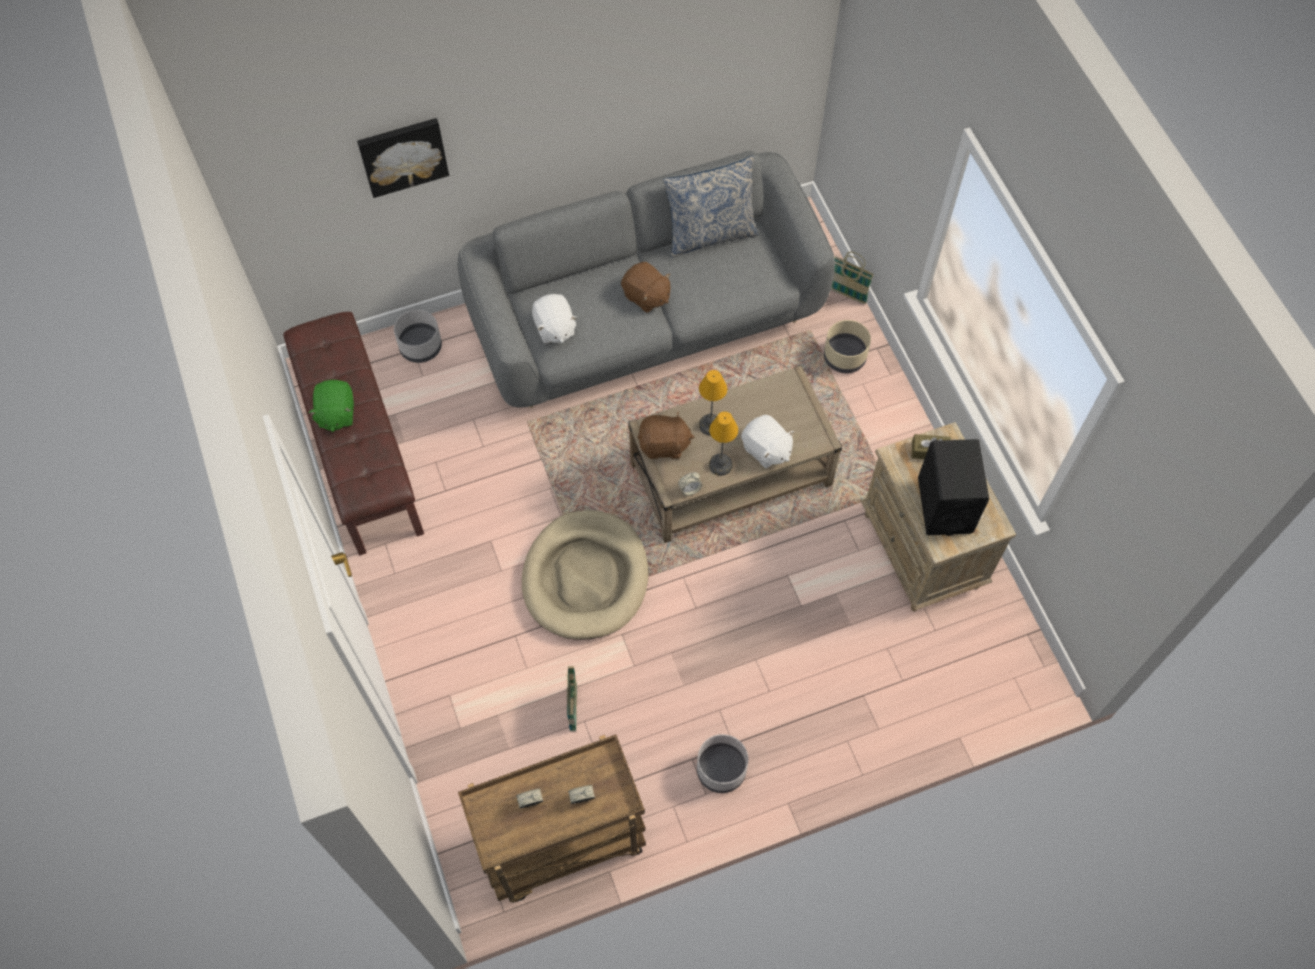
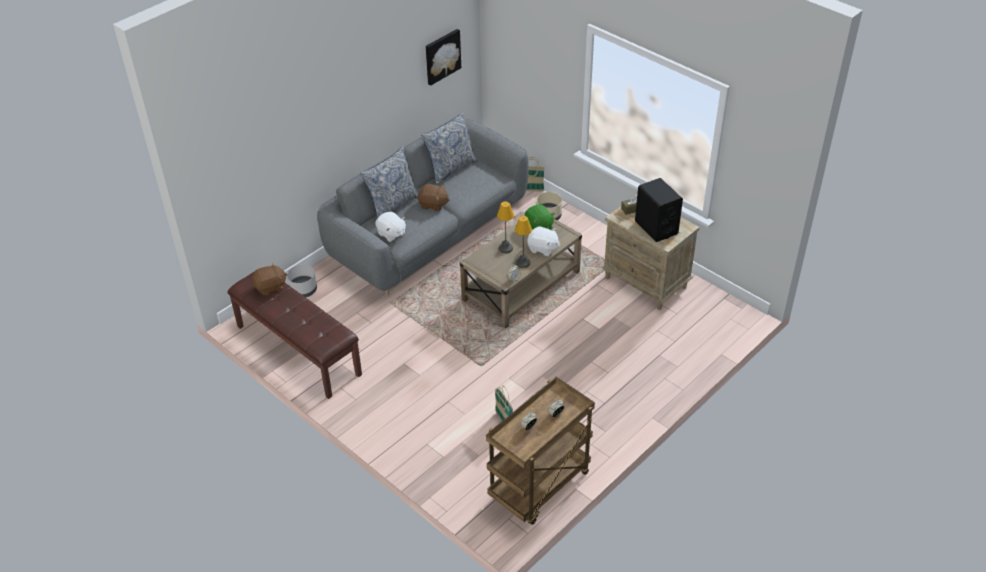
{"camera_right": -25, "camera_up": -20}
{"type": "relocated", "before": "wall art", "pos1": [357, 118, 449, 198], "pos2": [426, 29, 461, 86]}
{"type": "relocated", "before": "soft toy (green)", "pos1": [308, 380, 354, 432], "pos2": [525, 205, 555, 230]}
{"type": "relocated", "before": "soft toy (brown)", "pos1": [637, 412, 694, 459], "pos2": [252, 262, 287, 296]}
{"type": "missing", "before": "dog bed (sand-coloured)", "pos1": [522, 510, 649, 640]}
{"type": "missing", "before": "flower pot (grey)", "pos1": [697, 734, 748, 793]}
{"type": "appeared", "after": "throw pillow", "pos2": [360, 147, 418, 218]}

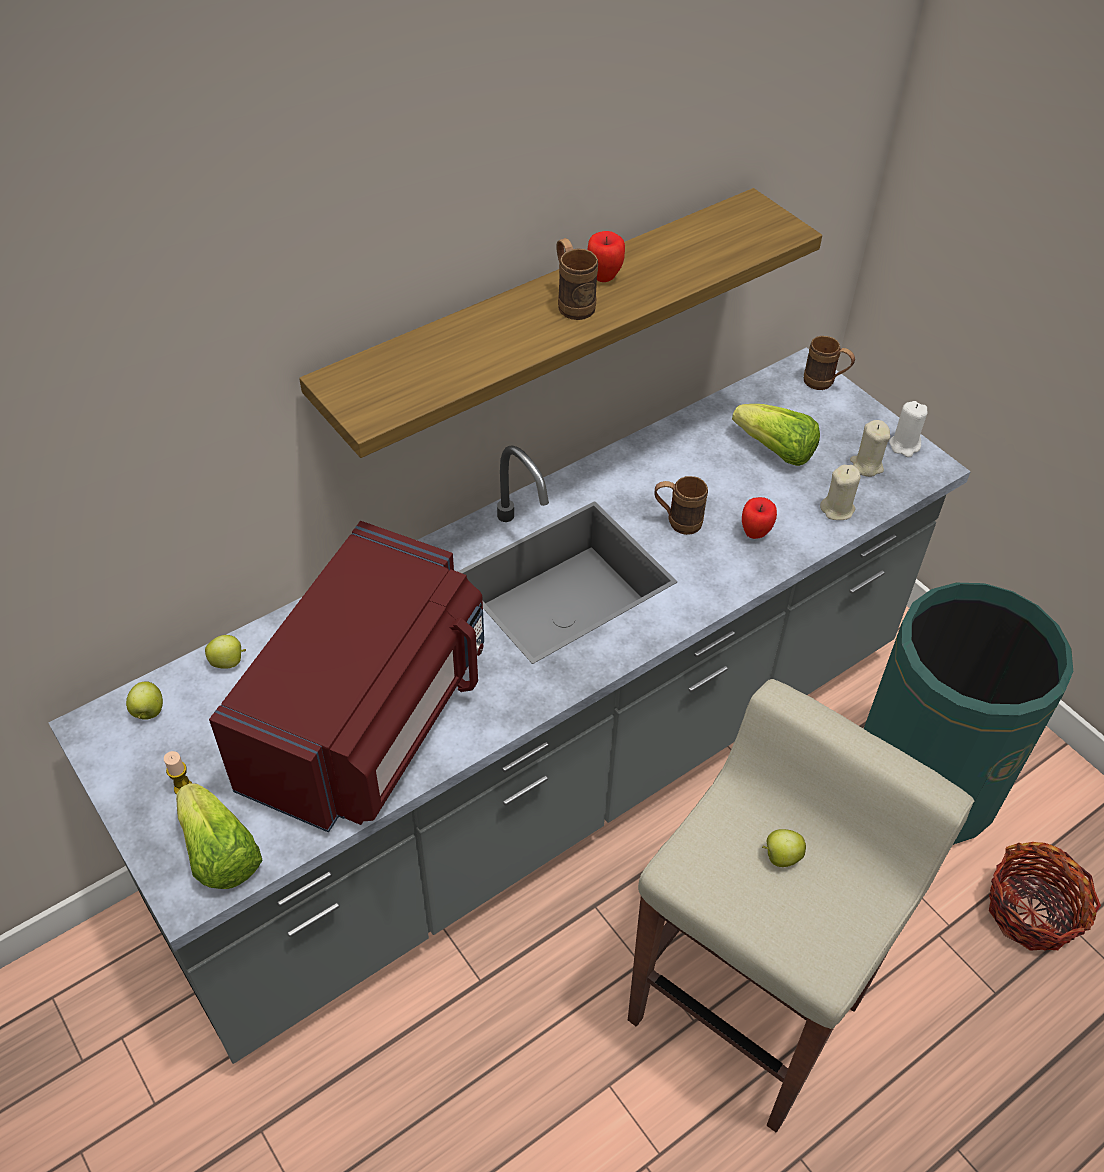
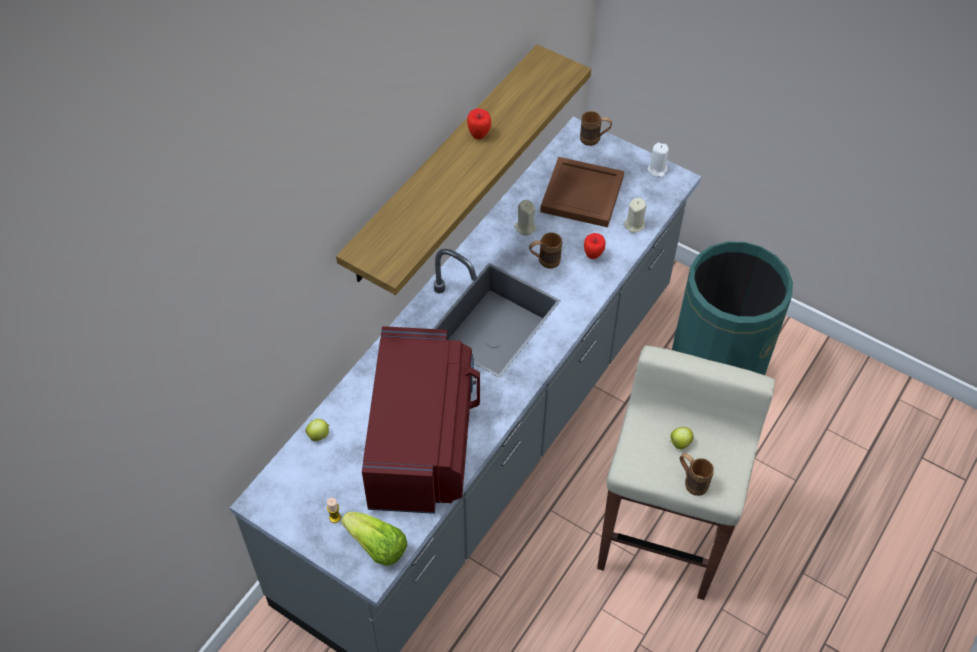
{"camera_right": -20, "camera_up": 5}
{"type": "relocated", "before": "mug (brown)", "pos1": [556, 238, 598, 320], "pos2": [680, 453, 714, 496]}
{"type": "exchanged", "before": "lettuce", "after": "serving tray (brown)", "pos1": [732, 404, 820, 466], "pos2": [540, 157, 624, 227]}
{"type": "relocated", "before": "wax candle (sand-coloured)", "pos1": [850, 420, 890, 477], "pos2": [514, 200, 537, 236]}
{"type": "missing", "before": "whole apple", "pos1": [126, 681, 163, 720]}
{"type": "missing", "before": "household basket", "pos1": [989, 842, 1101, 951]}

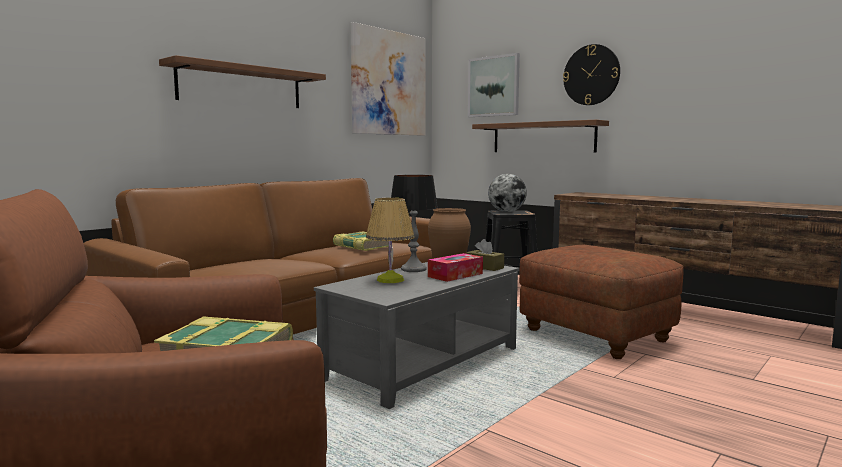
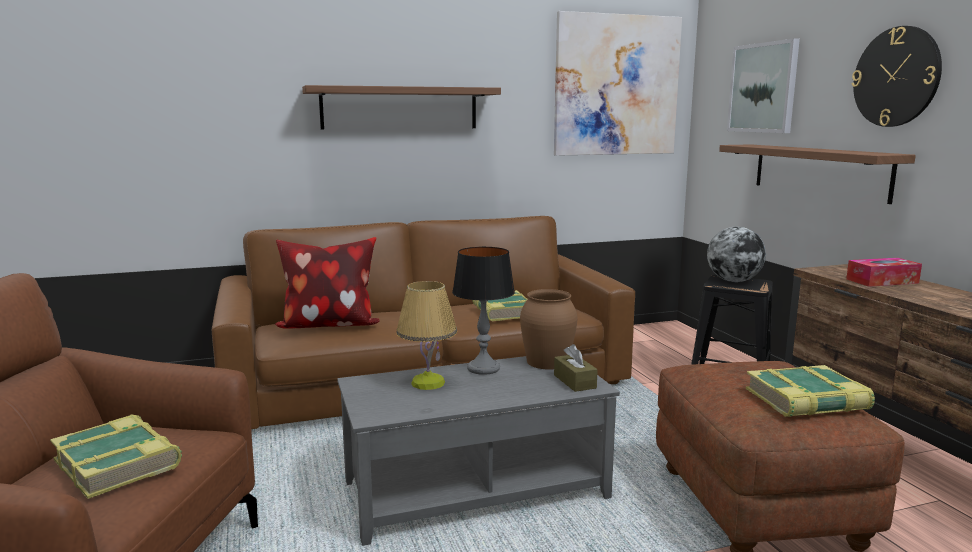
{"camera_right": 30, "camera_up": 5}
{"type": "relocated", "before": "tissue box", "pos1": [428, 253, 483, 282], "pos2": [846, 258, 922, 287]}
{"type": "appeared", "after": "throw pillow", "pos2": [274, 237, 380, 329]}
{"type": "appeared", "after": "book", "pos2": [745, 365, 875, 417]}

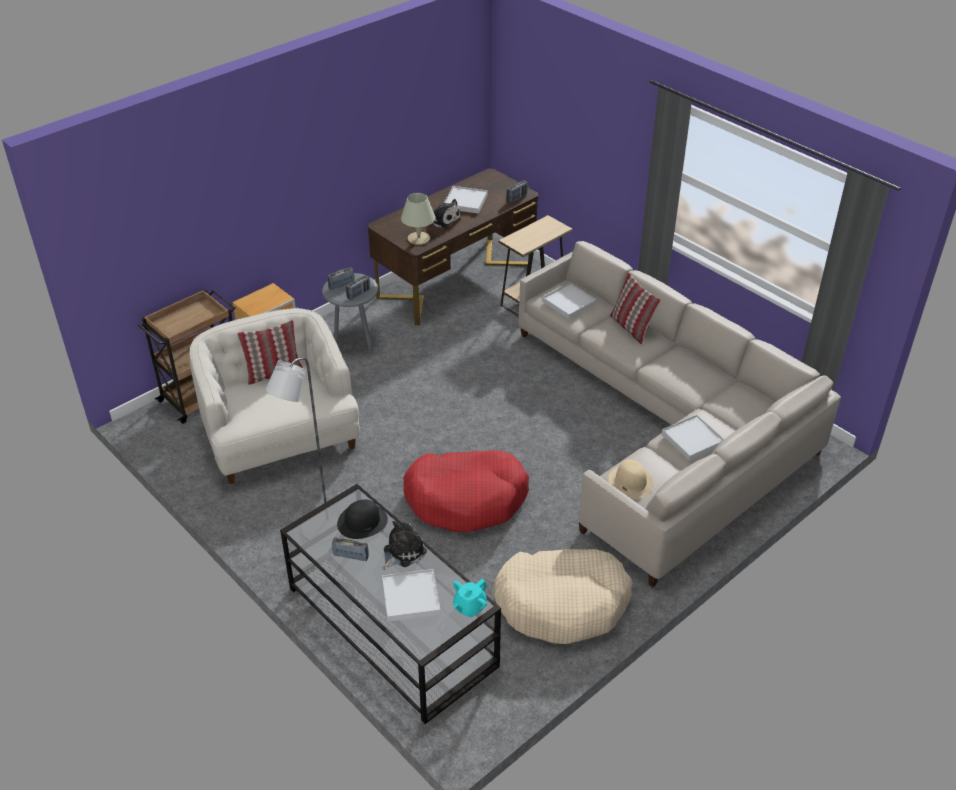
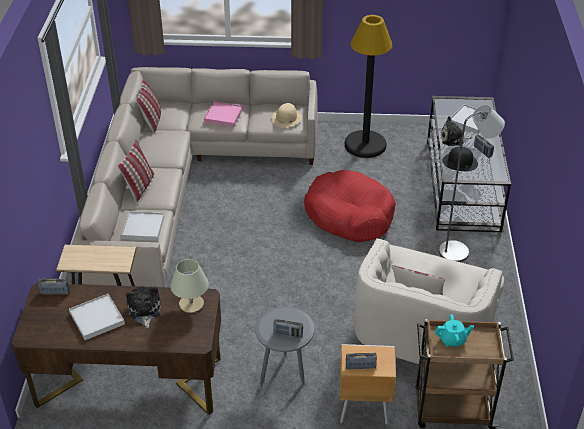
{"camera_right": -135, "camera_up": 0}
{"type": "relocated", "before": "radio set", "pos1": [346, 275, 370, 300], "pos2": [346, 353, 377, 369]}
{"type": "colour", "before": "serving tray (white-coloured)", "after": "serving tray (pink-coloured)", "pos1": [662, 415, 724, 461], "pos2": [204, 101, 243, 127]}
{"type": "exchanged", "before": "dog bed (sand-coloured)", "after": "floor lamp (black)", "pos1": [494, 549, 632, 644], "pos2": [345, 15, 392, 158]}
{"type": "relocated", "before": "tea pot (turquoise)", "pos1": [453, 579, 487, 618], "pos2": [435, 314, 474, 347]}
{"type": "appeared", "after": "throw pillow", "pos2": [136, 77, 161, 133]}

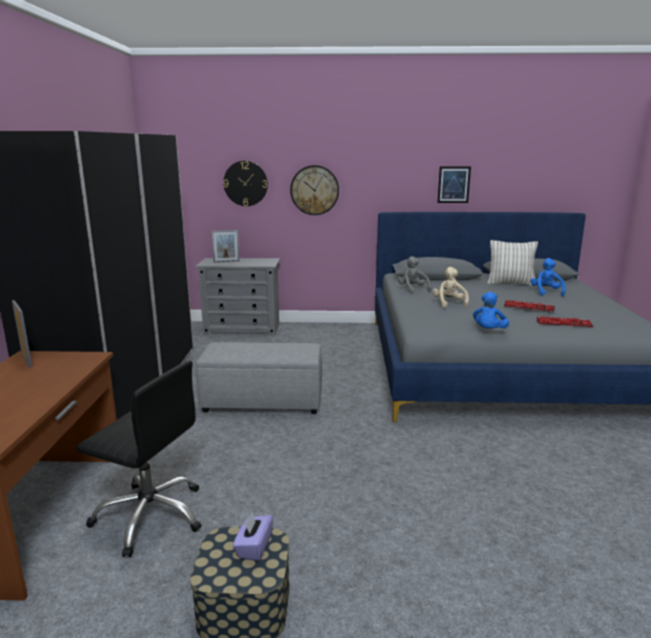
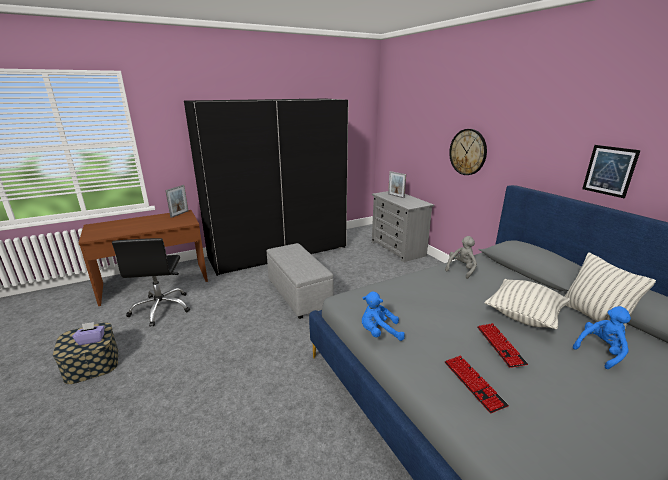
{"camera_right": 60, "camera_up": 5}
{"type": "missing", "before": "hanging clock", "pos1": [223, 161, 268, 206]}
{"type": "missing", "before": "soft toy (sand-coloured)", "pos1": [433, 267, 469, 308]}
{"type": "appeared", "after": "throw pillow", "pos2": [485, 279, 570, 329]}

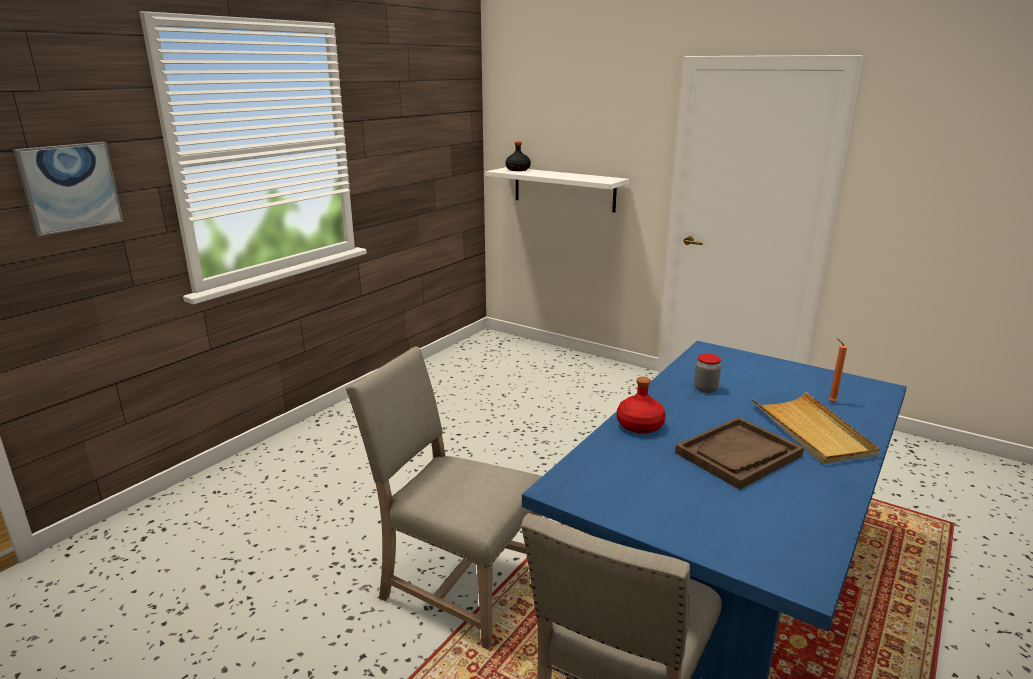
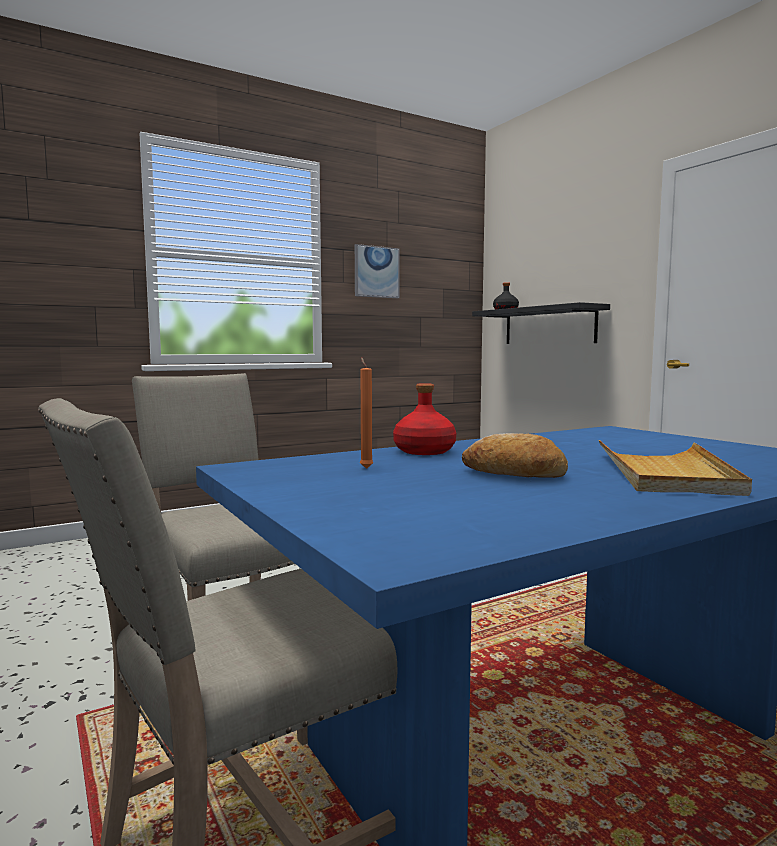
{"camera_right": 25, "camera_up": -15}
{"type": "relocated", "before": "wall art", "pos1": [13, 142, 123, 236], "pos2": [355, 244, 399, 298]}
{"type": "colour", "before": "shelf (white-coloured)", "after": "shelf (black)", "pos1": [485, 167, 629, 212], "pos2": [472, 302, 610, 344]}
{"type": "relocated", "before": "wax candle (orangey)", "pos1": [829, 338, 847, 402], "pos2": [360, 357, 373, 469]}
{"type": "missing", "before": "storage jar", "pos1": [694, 354, 721, 393]}
{"type": "exchanged", "before": "serving tray (brown)", "after": "baked bread", "pos1": [675, 417, 804, 490], "pos2": [462, 433, 568, 478]}

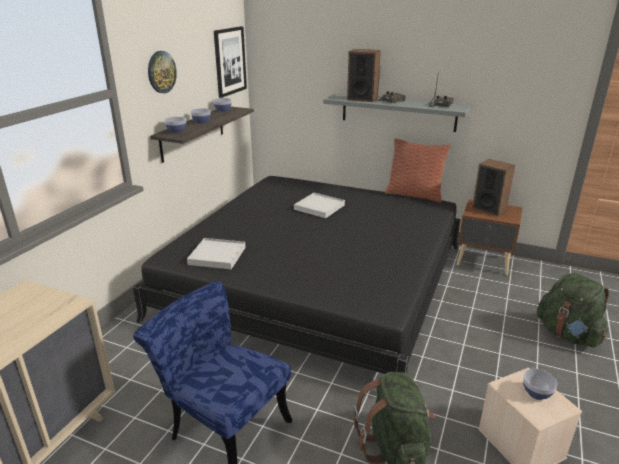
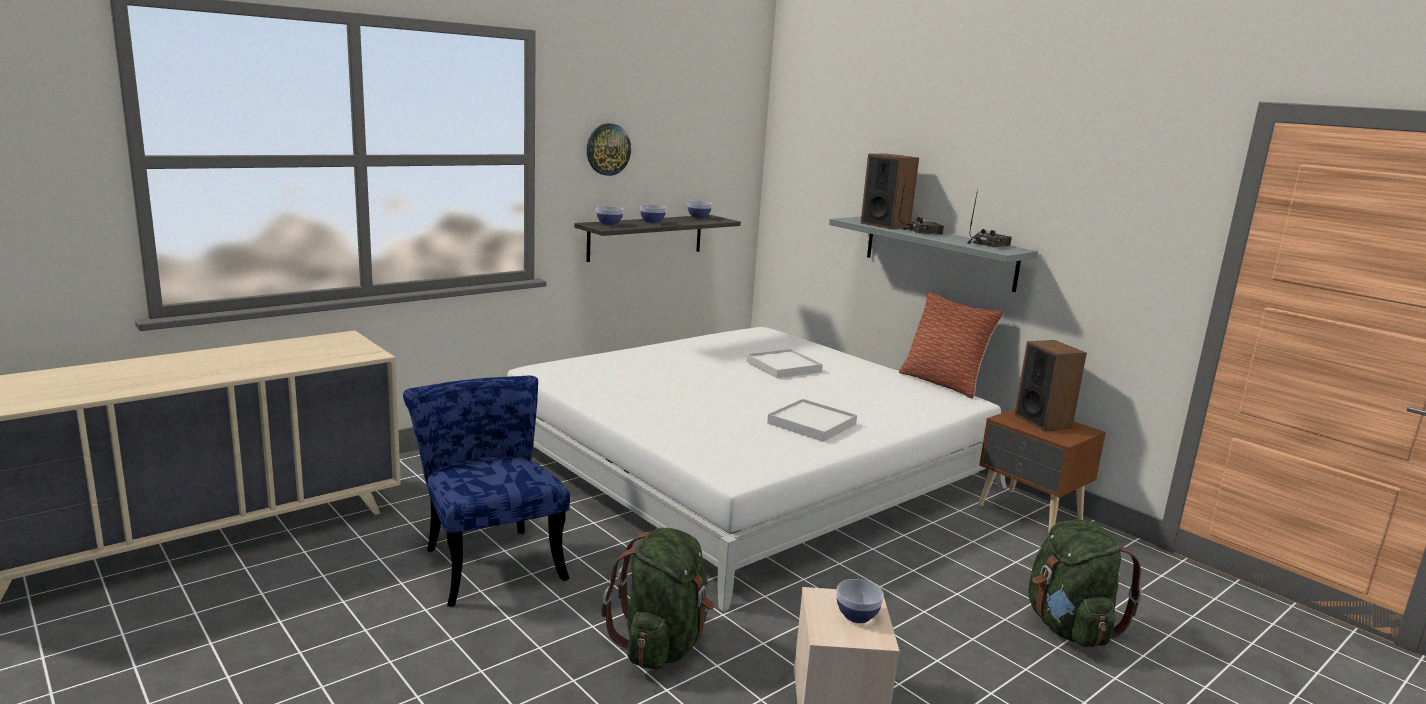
{"camera_right": 25, "camera_up": -10}
{"type": "missing", "before": "wall art", "pos1": [214, 26, 247, 98]}
{"type": "colour", "before": "bed (black)", "after": "bed (white-coloured)", "pos1": [133, 176, 461, 374], "pos2": [507, 327, 1006, 612]}
{"type": "relocated", "before": "serving tray (white-coloured)", "pos1": [187, 238, 246, 269], "pos2": [767, 399, 857, 442]}

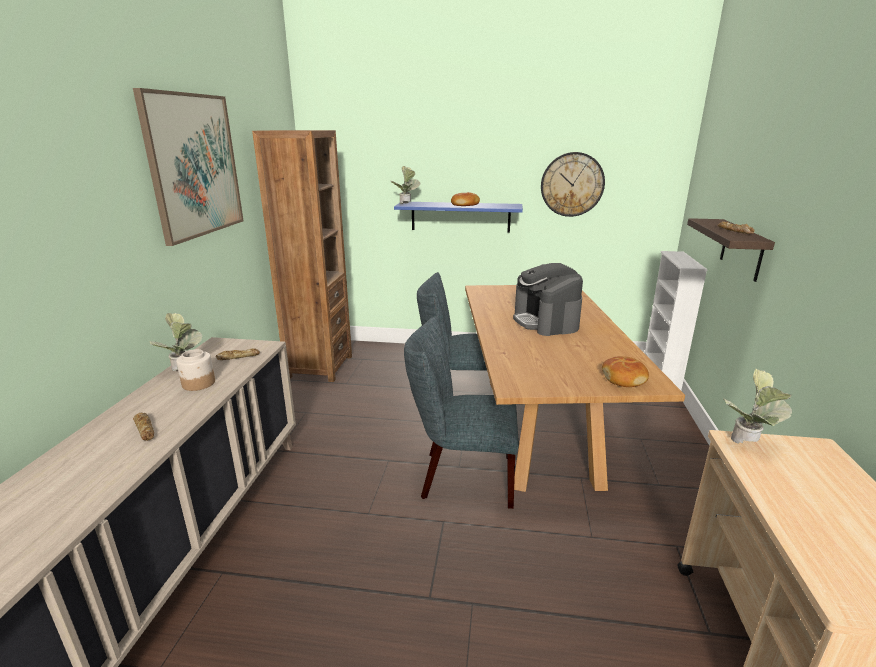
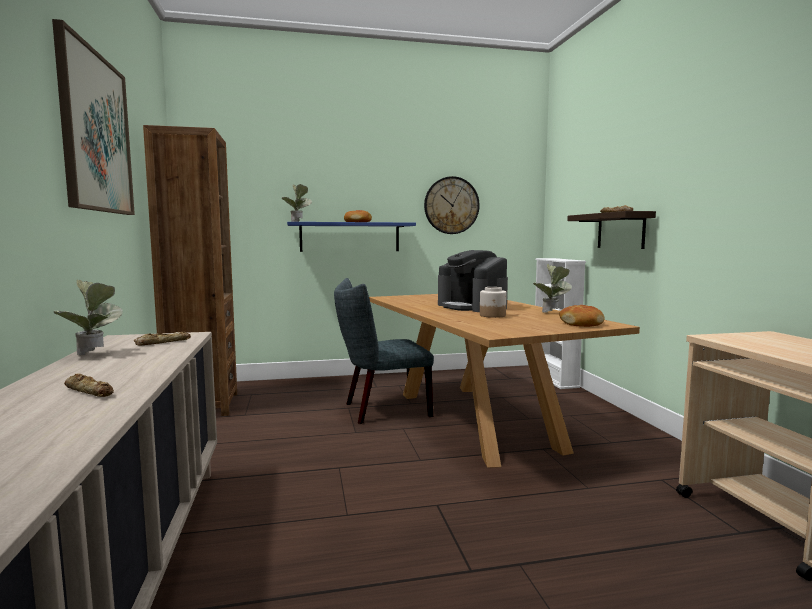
{"camera_right": -20, "camera_up": -15}
{"type": "missing", "before": "plain chair (grey)", "pos1": [404, 316, 519, 509]}
{"type": "relocated", "before": "storage jar", "pos1": [176, 349, 215, 391], "pos2": [480, 287, 507, 318]}
{"type": "relocated", "before": "houseplant", "pos1": [723, 369, 792, 444], "pos2": [533, 264, 572, 313]}

